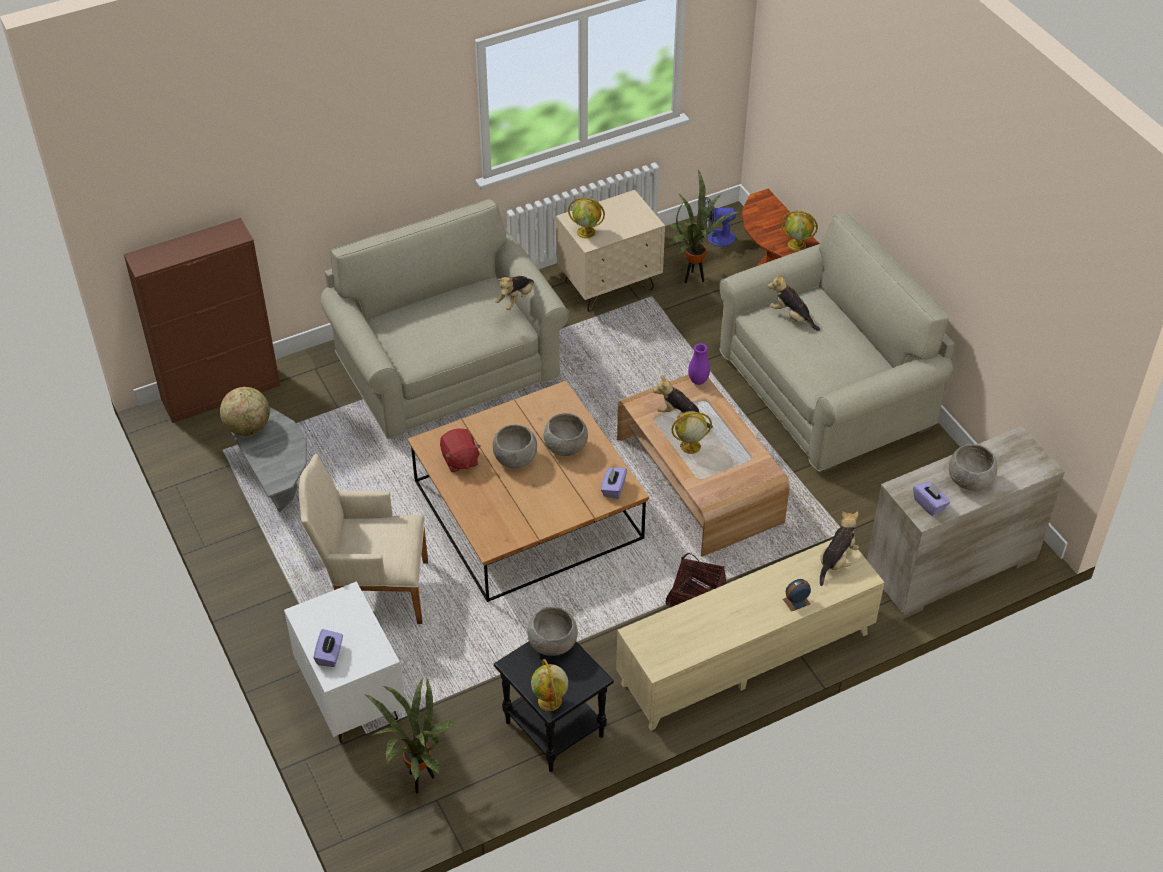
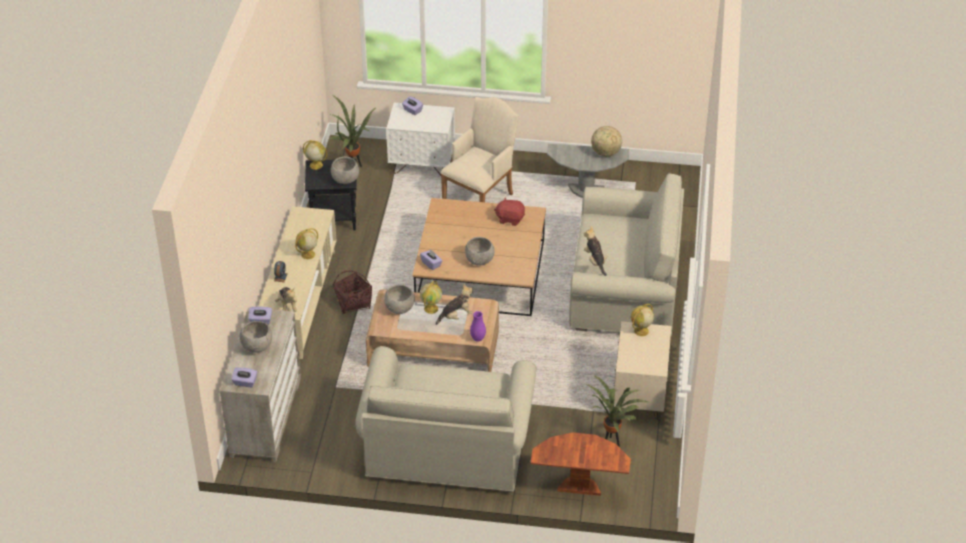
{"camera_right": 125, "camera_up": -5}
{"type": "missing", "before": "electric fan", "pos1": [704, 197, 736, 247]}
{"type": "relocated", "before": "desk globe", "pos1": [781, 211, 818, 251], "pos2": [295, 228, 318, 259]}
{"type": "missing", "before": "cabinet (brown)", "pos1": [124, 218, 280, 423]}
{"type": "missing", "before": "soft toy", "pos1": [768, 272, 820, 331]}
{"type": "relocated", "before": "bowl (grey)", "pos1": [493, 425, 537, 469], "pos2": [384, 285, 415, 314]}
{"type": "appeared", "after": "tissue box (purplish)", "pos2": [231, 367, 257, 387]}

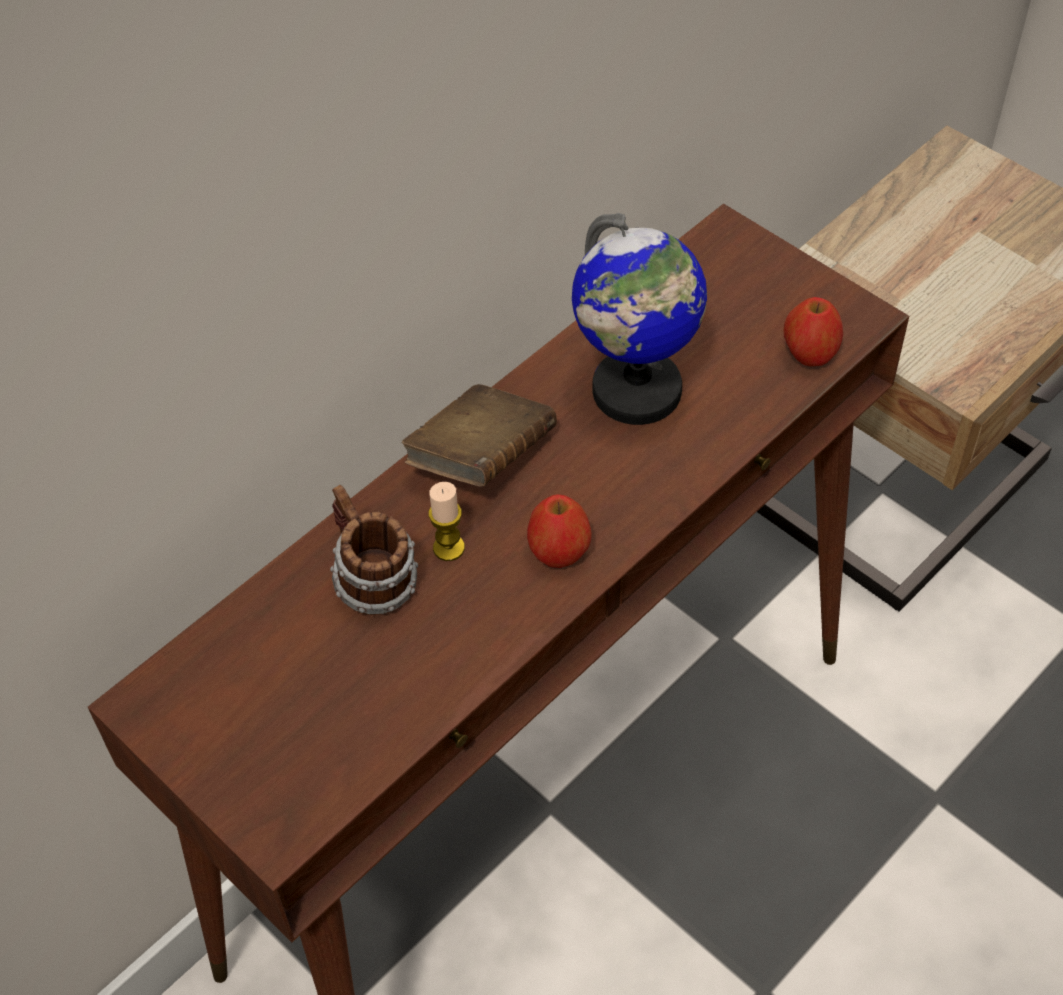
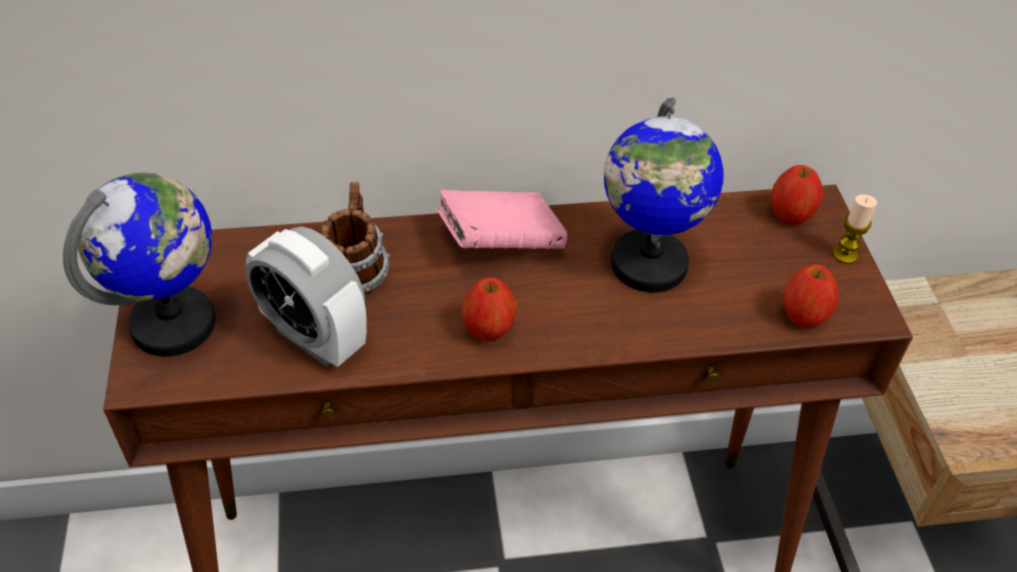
{"camera_right": 35, "camera_up": -5}
{"type": "colour", "before": "book (brown)", "after": "book (pink-coloured)", "pos1": [401, 384, 557, 487], "pos2": [436, 190, 567, 249]}
{"type": "relocated", "before": "wax candle", "pos1": [429, 482, 465, 561], "pos2": [832, 194, 877, 264]}
{"type": "appeared", "after": "whole apple", "pos2": [771, 165, 823, 225]}
{"type": "appeared", "after": "desk globe", "pos2": [63, 172, 216, 357]}
{"type": "appeared", "after": "alarm clock", "pos2": [245, 227, 367, 367]}

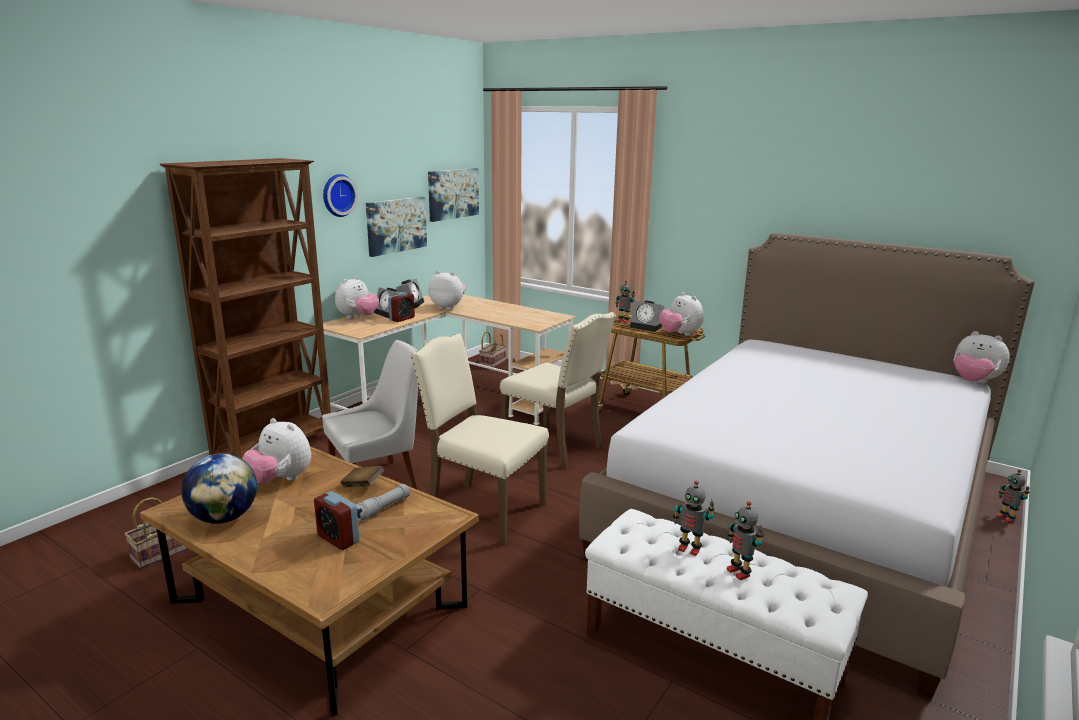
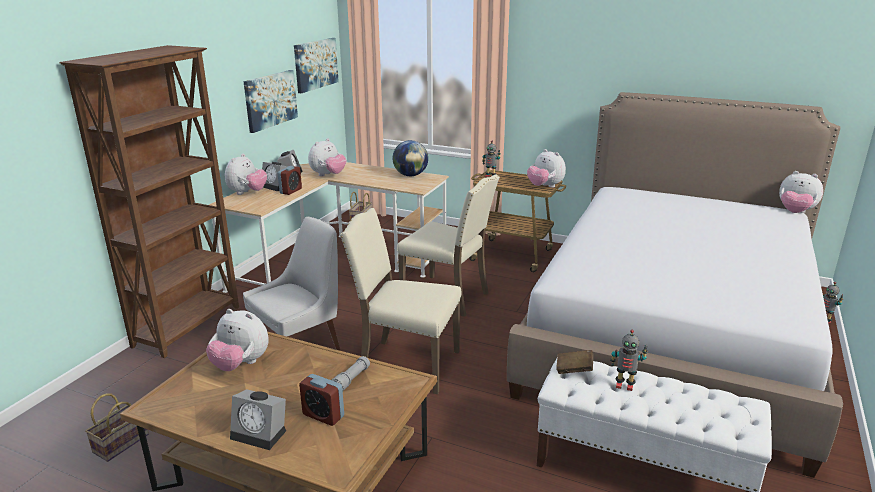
{"camera_right": -10, "camera_up": 5}
{"type": "missing", "before": "hanging clock", "pos1": [323, 174, 358, 217]}
{"type": "spun", "before": "soft toy", "pos1": [428, 271, 466, 310], "pos2": [308, 138, 346, 176], "turn": 120}
{"type": "relocated", "before": "alarm clock", "pos1": [630, 301, 665, 331], "pos2": [230, 389, 286, 450]}
{"type": "relocated", "before": "desk globe", "pos1": [181, 453, 257, 524], "pos2": [392, 140, 428, 176]}
{"type": "relocated", "before": "book (brown)", "pos1": [340, 466, 385, 487], "pos2": [556, 350, 593, 374]}
{"type": "missing", "before": "toy robot", "pos1": [726, 501, 764, 580]}

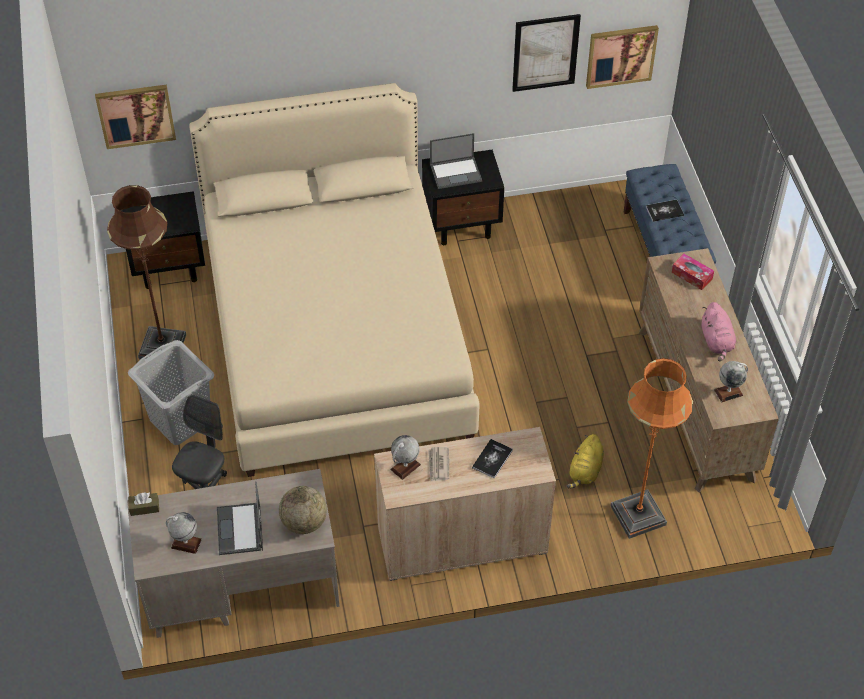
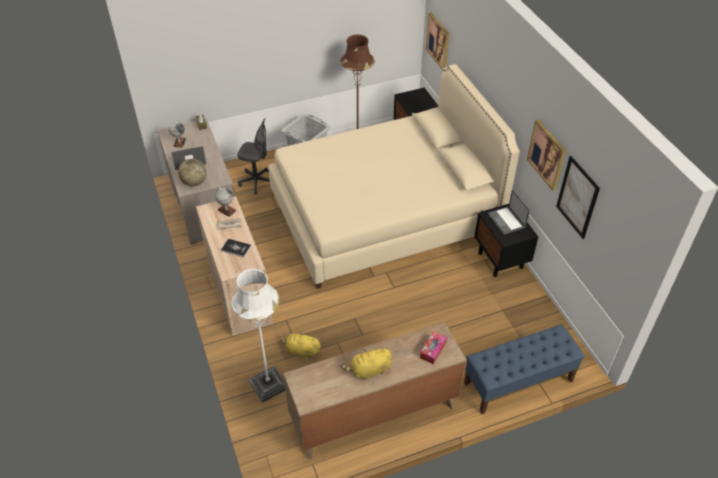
{"camera_right": 80, "camera_up": -5}
{"type": "relocated", "before": "wall art", "pos1": [586, 25, 659, 89], "pos2": [527, 120, 566, 191]}
{"type": "missing", "before": "book", "pos1": [646, 199, 684, 222]}
{"type": "colour", "before": "soft toy (pink-coloured)", "after": "soft toy (yellowish)", "pos1": [702, 302, 736, 361], "pos2": [341, 348, 392, 380]}
{"type": "colour", "before": "floor lamp (orangey)", "after": "floor lamp (white-coloured)", "pos1": [610, 358, 693, 539], "pos2": [231, 268, 286, 403]}
{"type": "missing", "before": "desk globe", "pos1": [714, 361, 748, 402]}

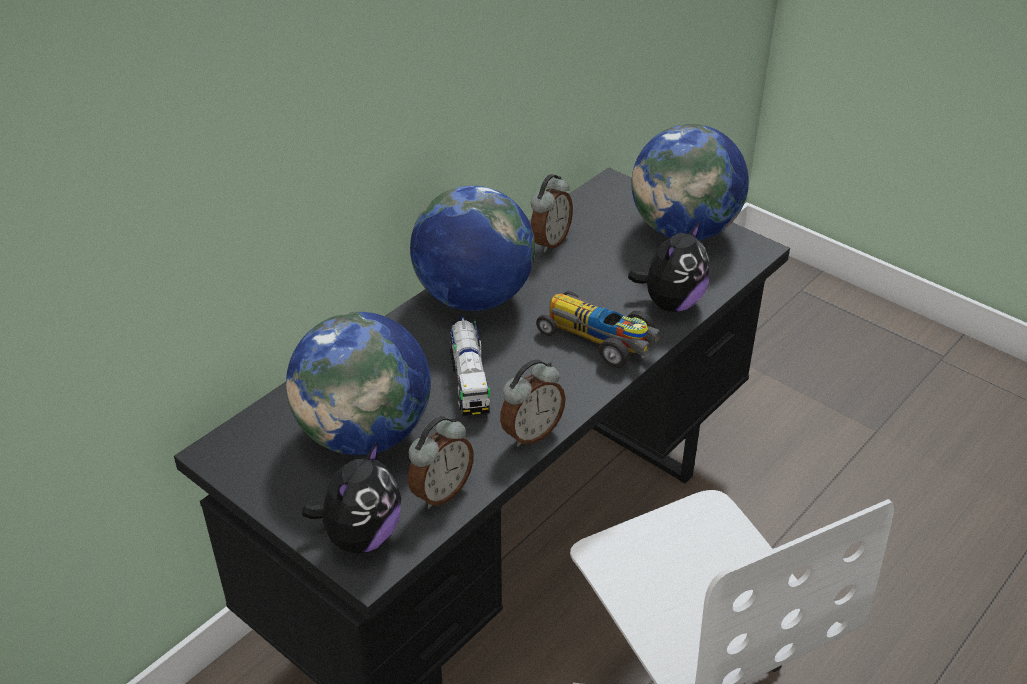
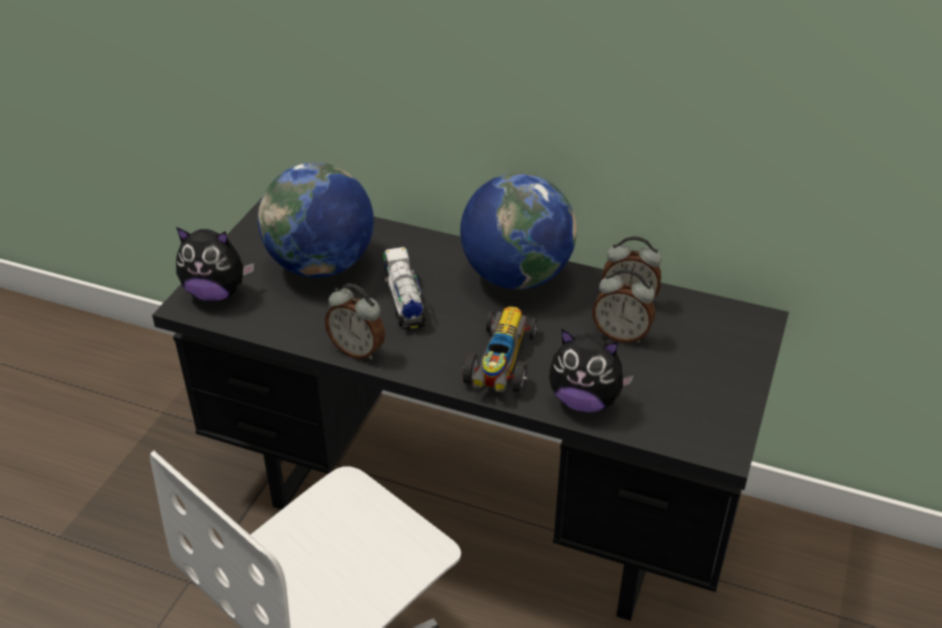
{"camera_right": 70, "camera_up": 0}
{"type": "missing", "before": "desk globe", "pos1": [631, 124, 749, 240]}
{"type": "spun", "before": "toy truck", "pos1": [450, 317, 490, 416], "pos2": [383, 247, 425, 329], "turn": 105}
{"type": "relocated", "before": "alarm clock", "pos1": [408, 416, 474, 509], "pos2": [592, 269, 655, 343]}

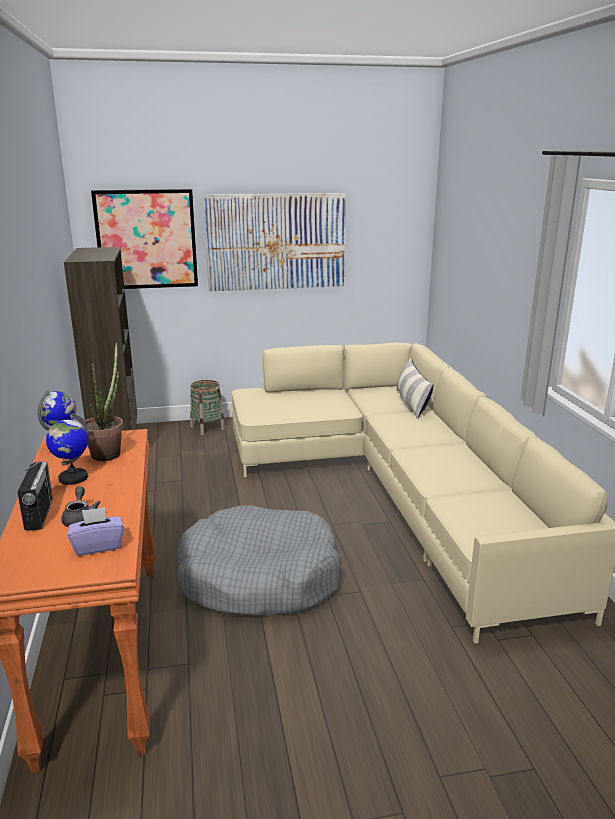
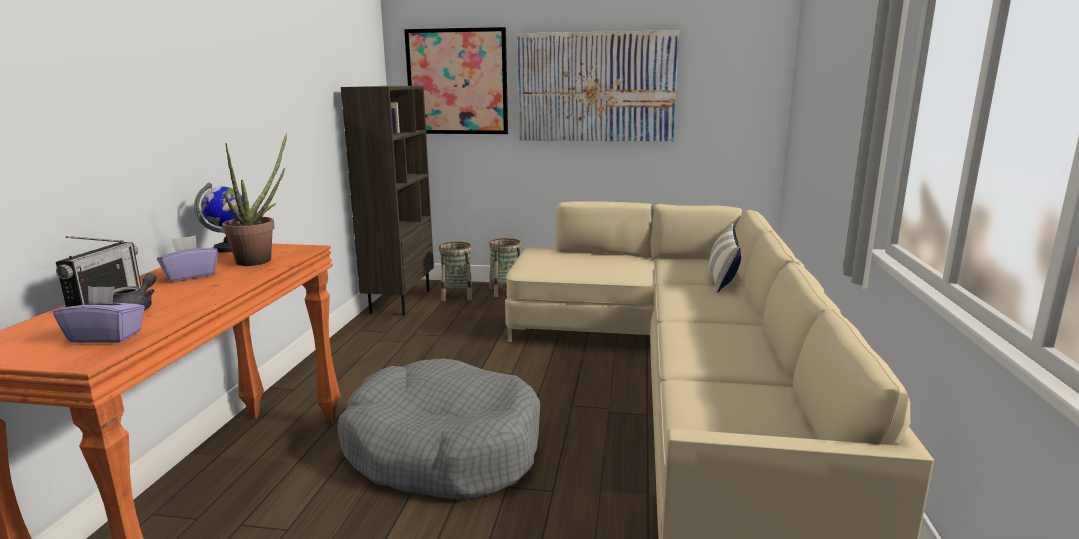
{"camera_right": 20, "camera_up": -5}
{"type": "exchanged", "before": "desk globe", "after": "tissue box (purplish)", "pos1": [46, 413, 89, 485], "pos2": [157, 235, 218, 282]}
{"type": "appeared", "after": "household basket", "pos2": [439, 242, 472, 301]}

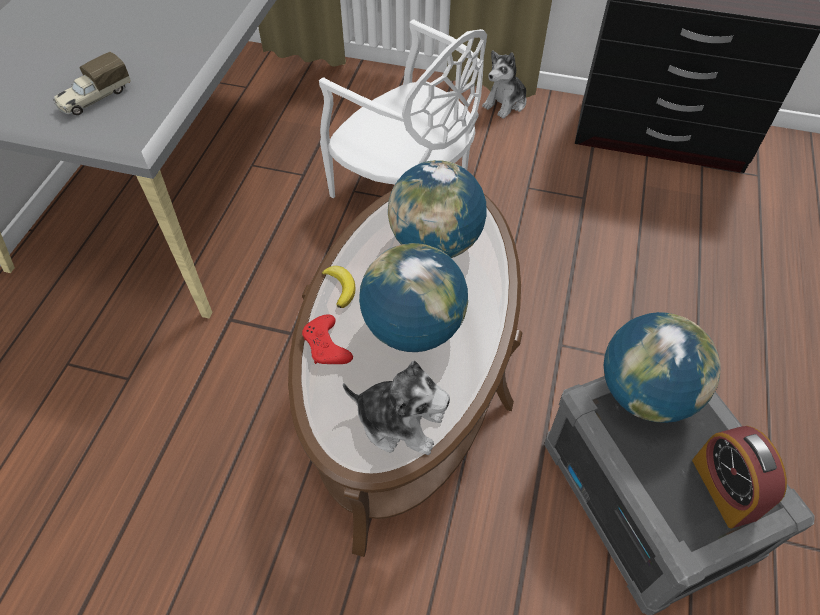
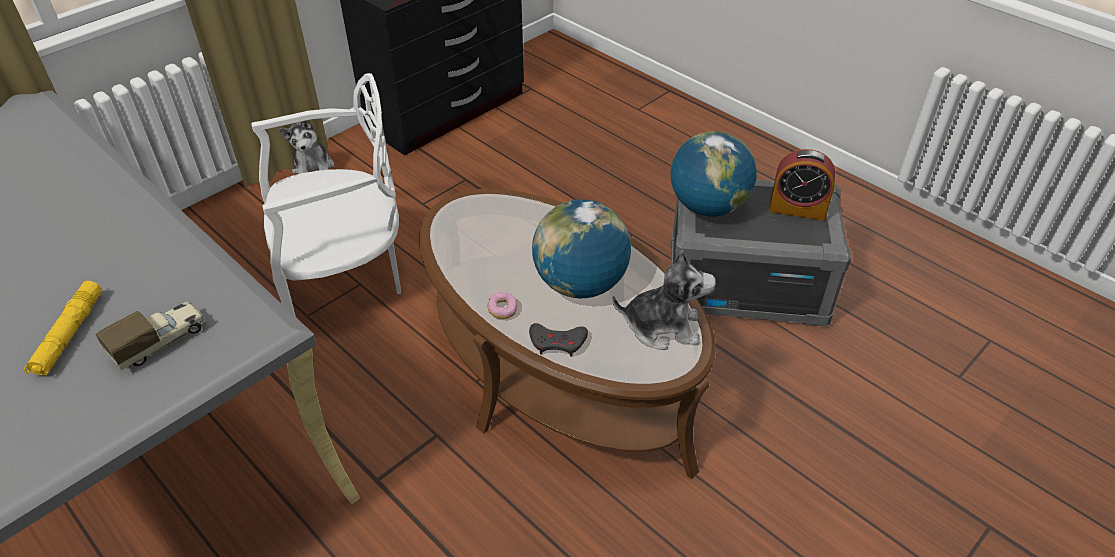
{"camera_right": -60, "camera_up": -10}
{"type": "spun", "before": "toy truck", "pos1": [53, 52, 131, 115], "pos2": [95, 301, 206, 371], "turn": -120}
{"type": "missing", "before": "desk globe", "pos1": [388, 160, 487, 258]}
{"type": "exchanged", "before": "whole banana", "after": "donut", "pos1": [322, 266, 355, 308], "pos2": [488, 292, 517, 319]}
{"type": "colour", "before": "joypad (reddish)", "after": "joypad (grey)", "pos1": [302, 314, 353, 364], "pos2": [529, 323, 588, 357]}
{"type": "spun", "before": "soft toy", "pos1": [343, 361, 450, 455], "pos2": [612, 250, 716, 350], "turn": 45}
{"type": "appeared", "after": "flashlight (yellowish)", "pos2": [24, 281, 102, 376]}

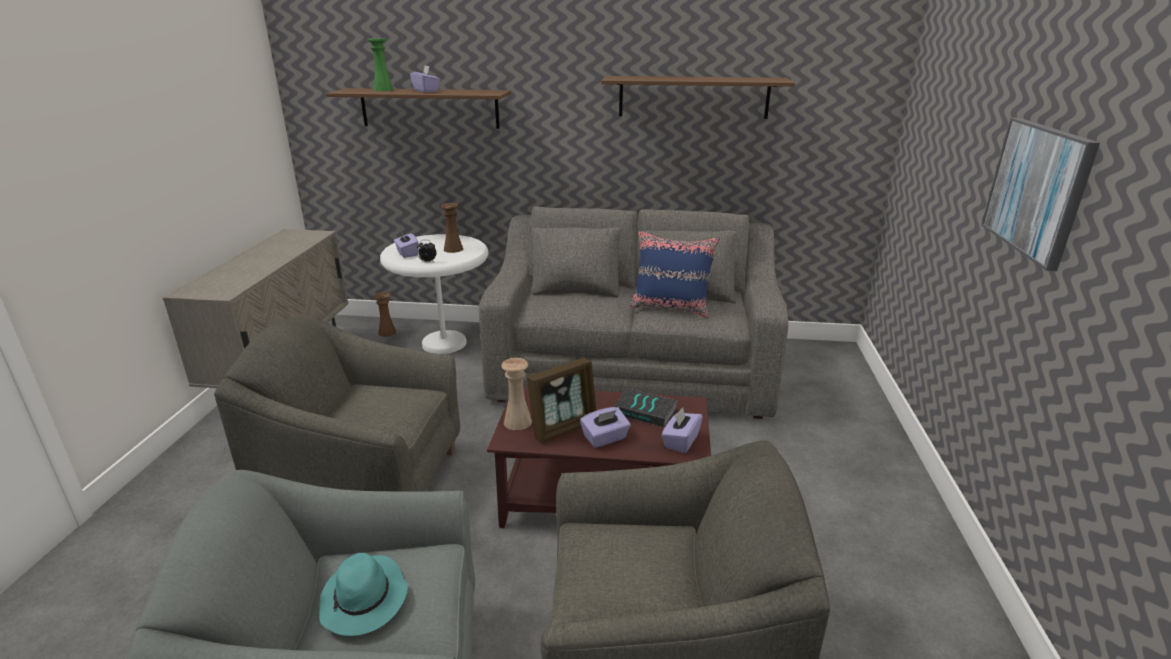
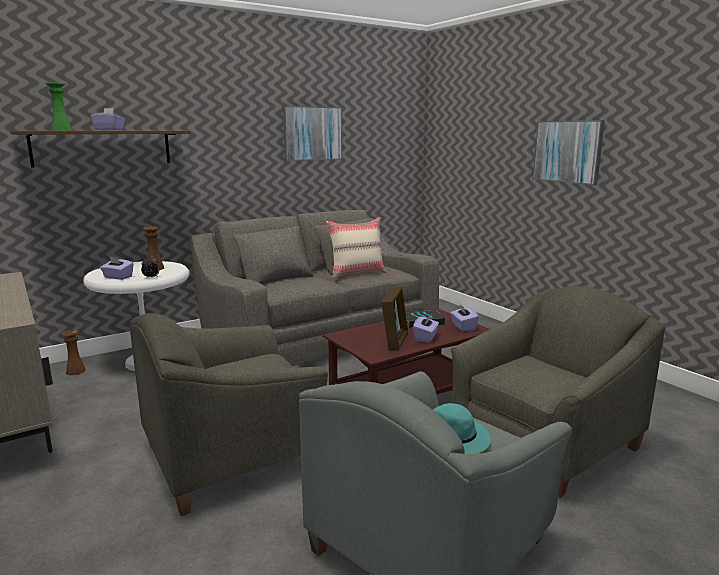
{"camera_right": -40, "camera_up": -10}
{"type": "exchanged", "before": "shelf (brown)", "after": "wall art", "pos1": [601, 76, 795, 119], "pos2": [283, 106, 342, 161]}
{"type": "colour", "before": "throw pillow (blue)", "after": "throw pillow (sand-coloured)", "pos1": [630, 230, 720, 318], "pos2": [326, 217, 387, 279]}
{"type": "missing", "before": "vase (sand-coloured)", "pos1": [501, 358, 532, 430]}

